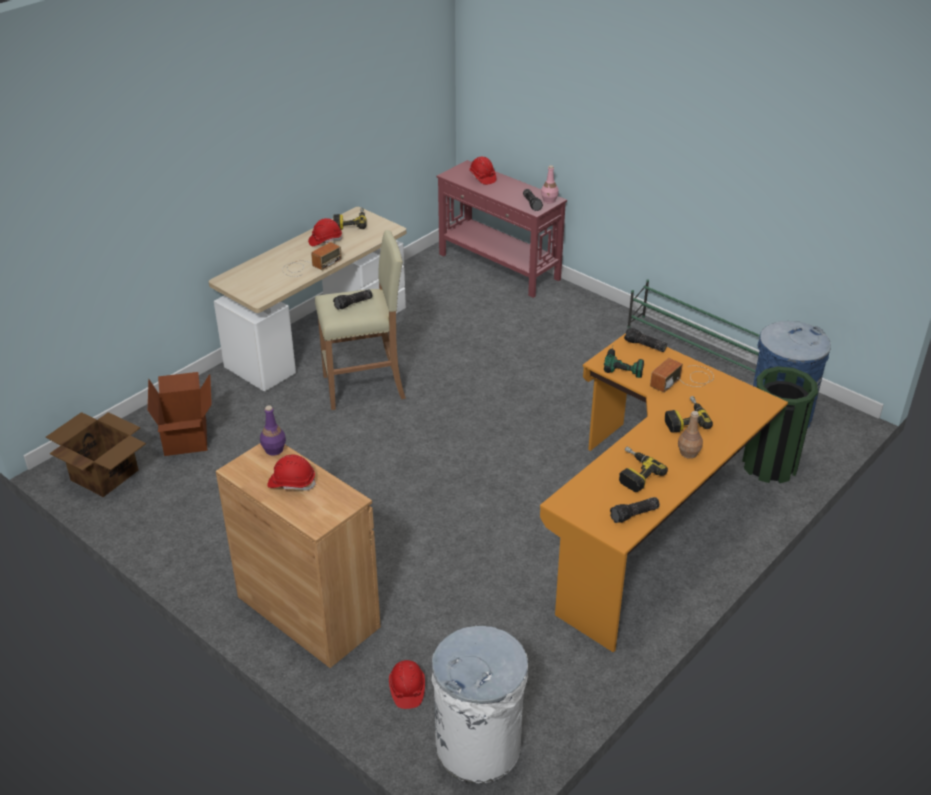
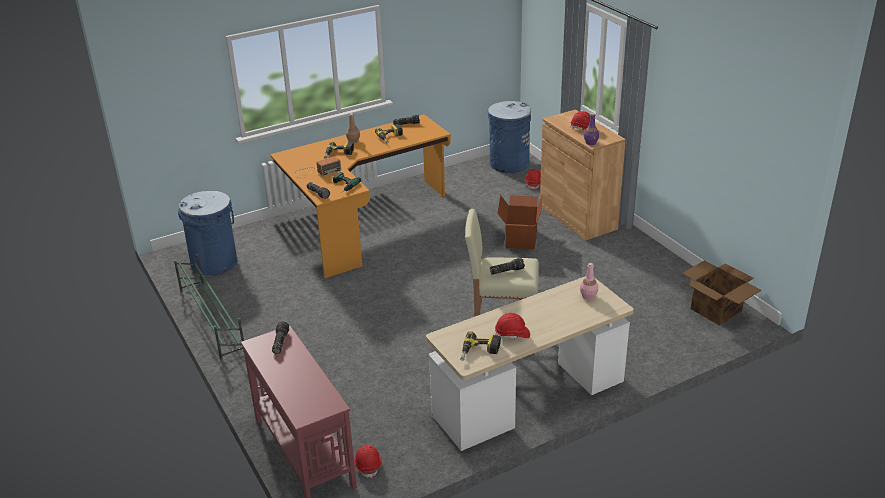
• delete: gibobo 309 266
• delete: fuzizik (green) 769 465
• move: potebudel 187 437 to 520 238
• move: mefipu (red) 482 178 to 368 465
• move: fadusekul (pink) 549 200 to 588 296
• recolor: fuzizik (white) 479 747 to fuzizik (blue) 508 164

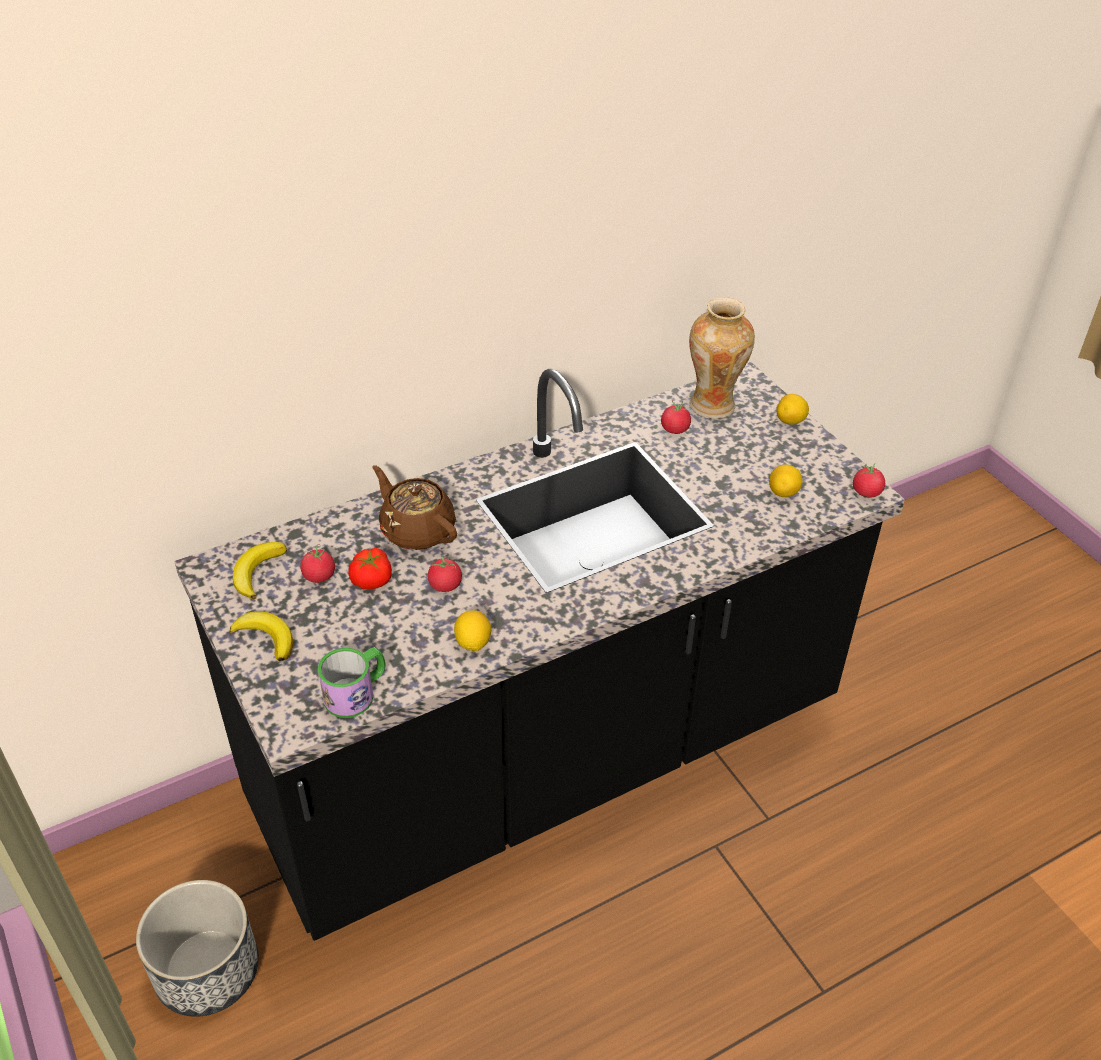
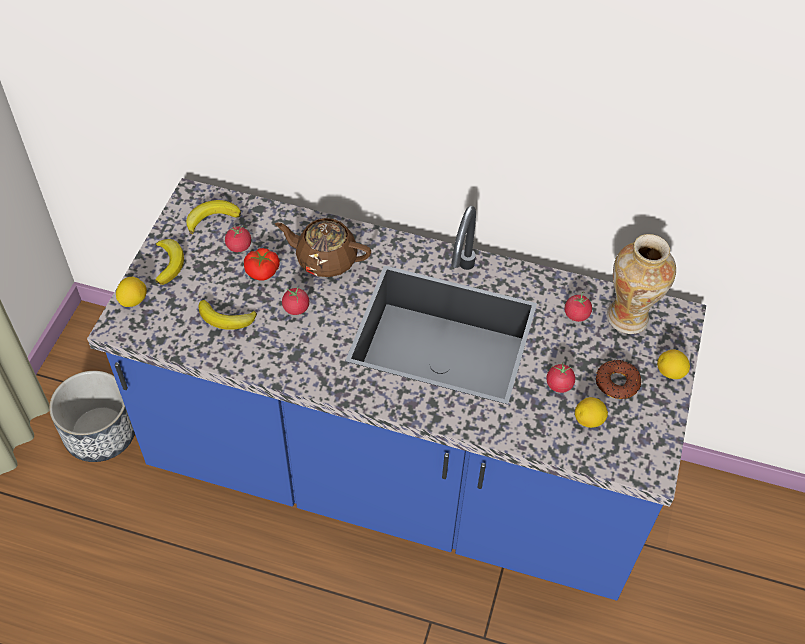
• delete: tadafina 356 693
• insert: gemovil 226 319
• insert: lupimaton 617 382
• move: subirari 473 643 to 133 300
• move: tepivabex 866 492 to 559 384
• recolor: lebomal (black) 547 756 to lebomal (blue) 397 474
• rotate: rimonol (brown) 417 530 = 325 259 75 degrees counterclockwise

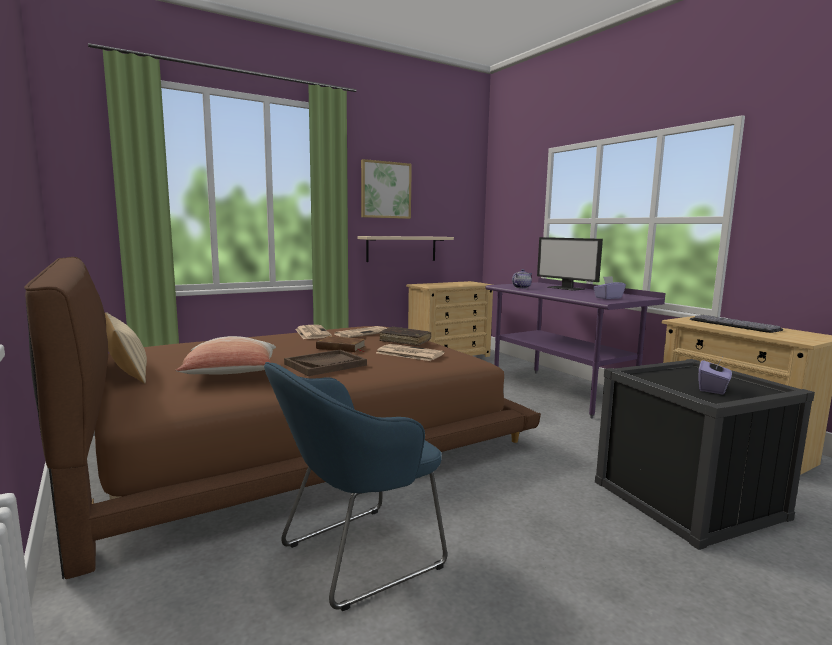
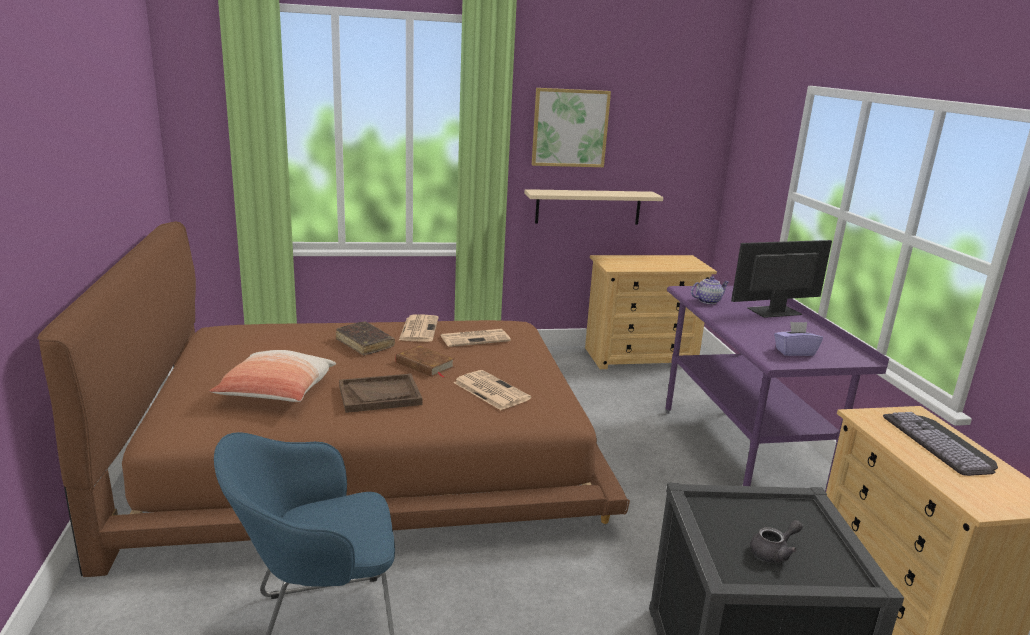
• delete: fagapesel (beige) 127 370
• move: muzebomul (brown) 405 341 to 364 344
• replace: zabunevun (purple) 713 389 to rimonol (grey) 774 552
• rotate: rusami 566 288 = 774 312 90 degrees clockwise

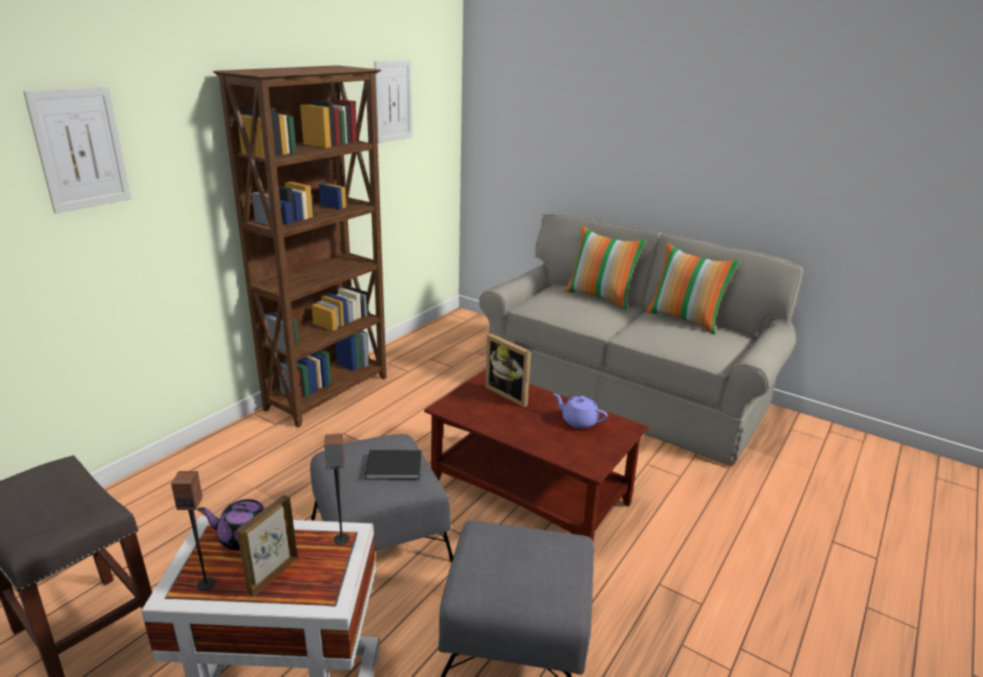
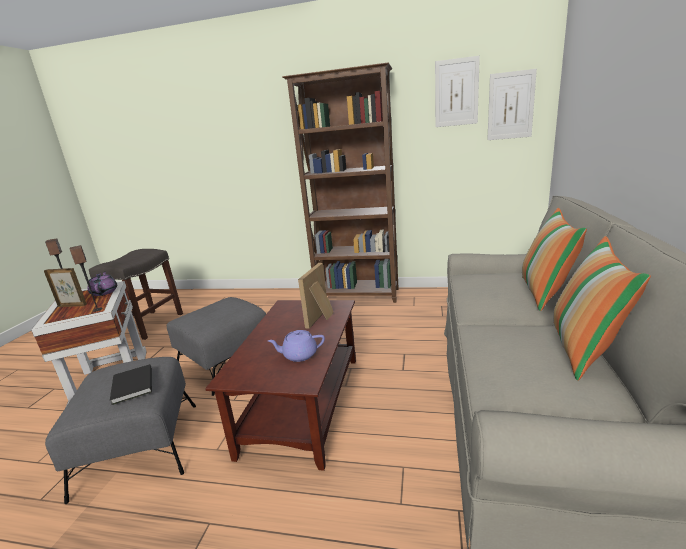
• move: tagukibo 81 149 to 510 105
• move: muzebomul (black) 395 467 to 132 386
• rotate: rimonol (purple) 578 421 = 299 355 105 degrees counterclockwise

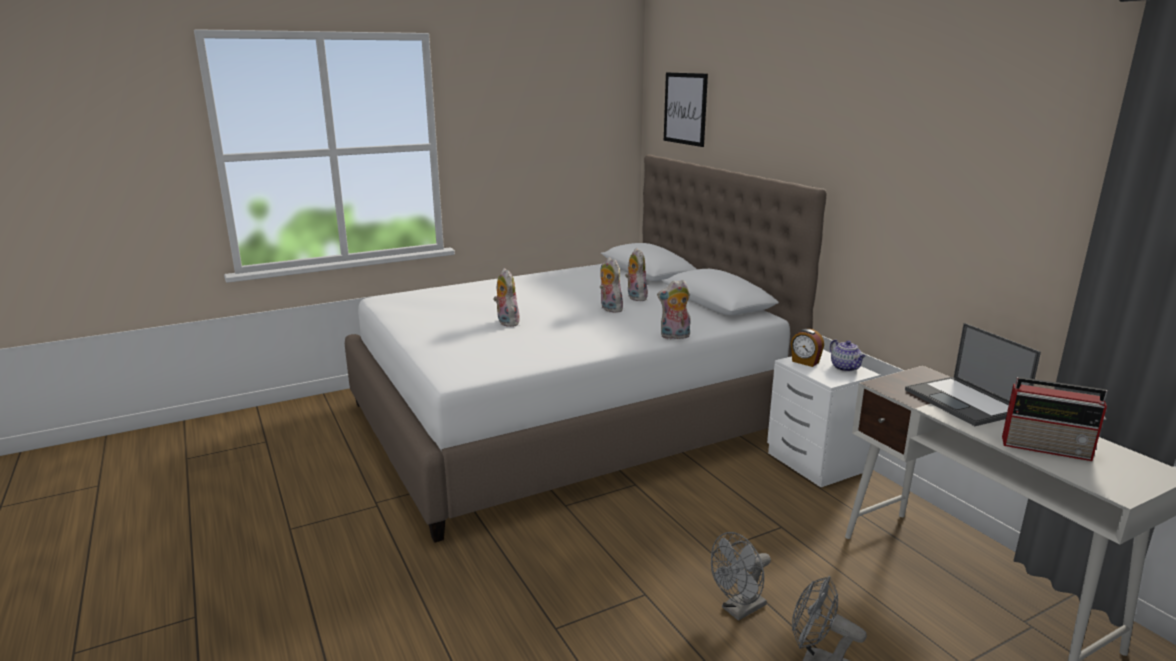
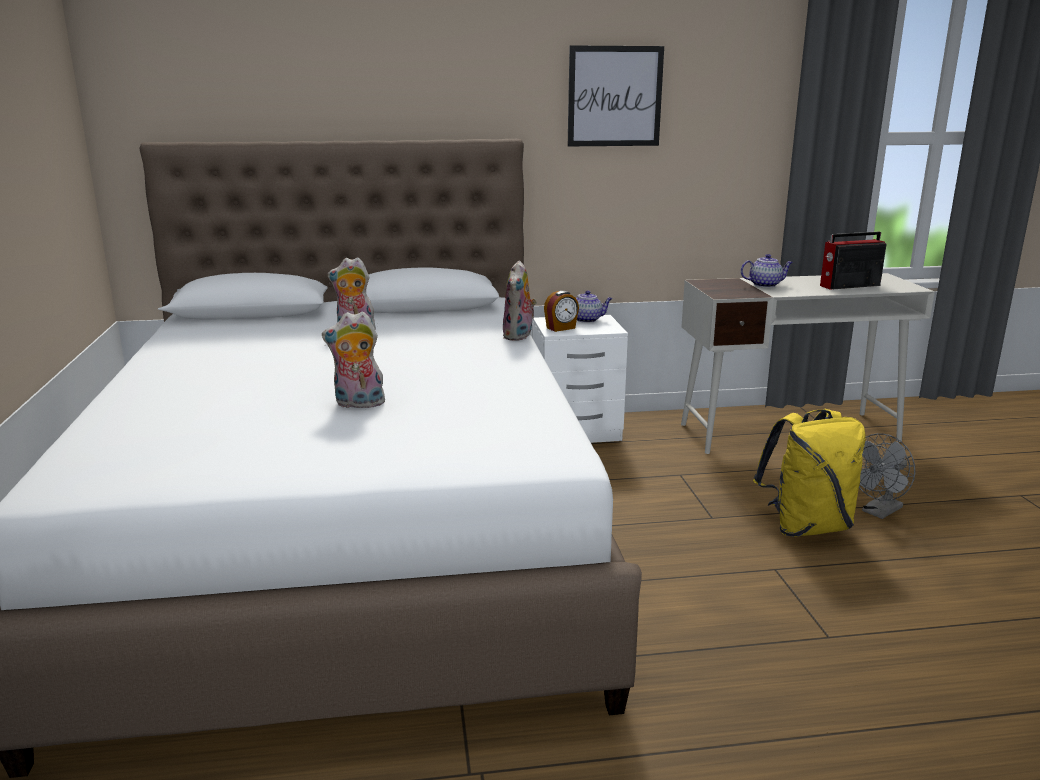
• delete: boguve 609 309
• move: tagukibo 685 108 to 614 96
• replace: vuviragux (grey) 739 610 to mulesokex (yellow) 806 526
• replace: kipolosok 965 402 to rimonol 765 285
• rotate: gibobo 1047 448 = 848 286 150 degrees counterclockwise

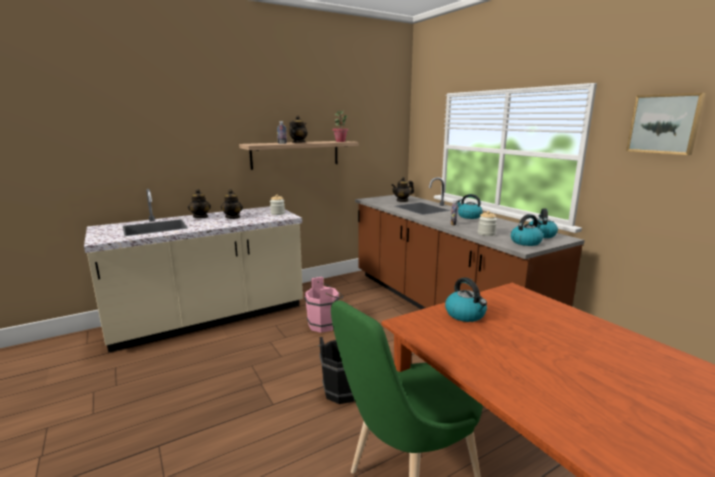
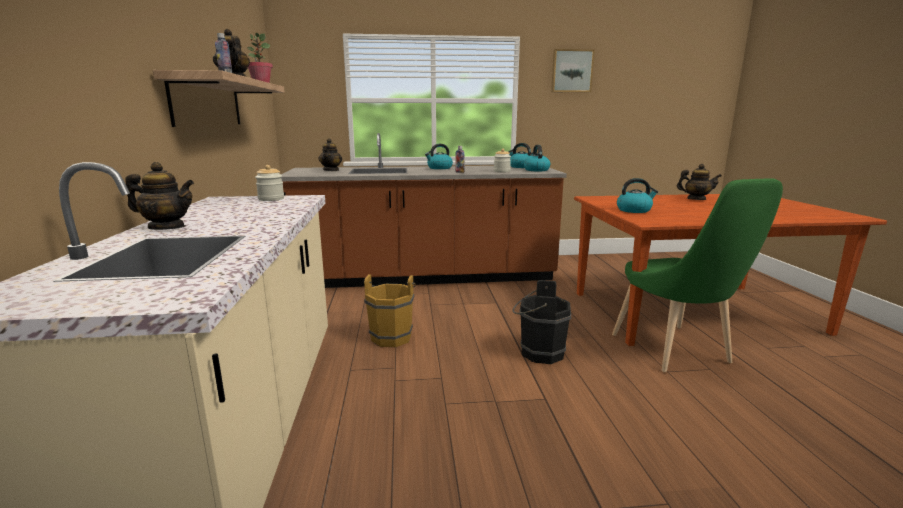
• move: rimonol 233 217 to 696 199
• recolor: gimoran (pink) 325 325 to gimoran (brown) 392 336

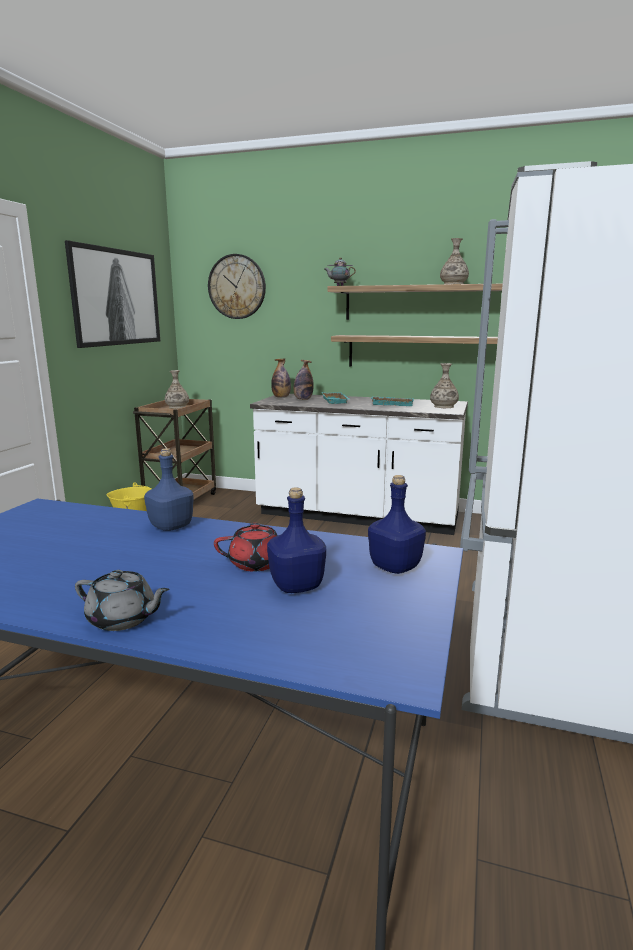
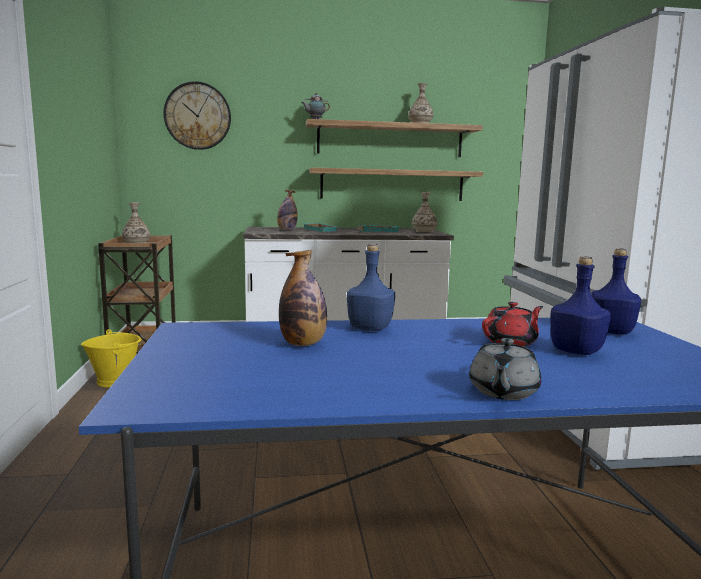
• delete: tagukibo 117 297
• move: fadusekul 281 397 to 303 344
• rotate: rimonol (grey) 123 619 = 502 392 120 degrees clockwise

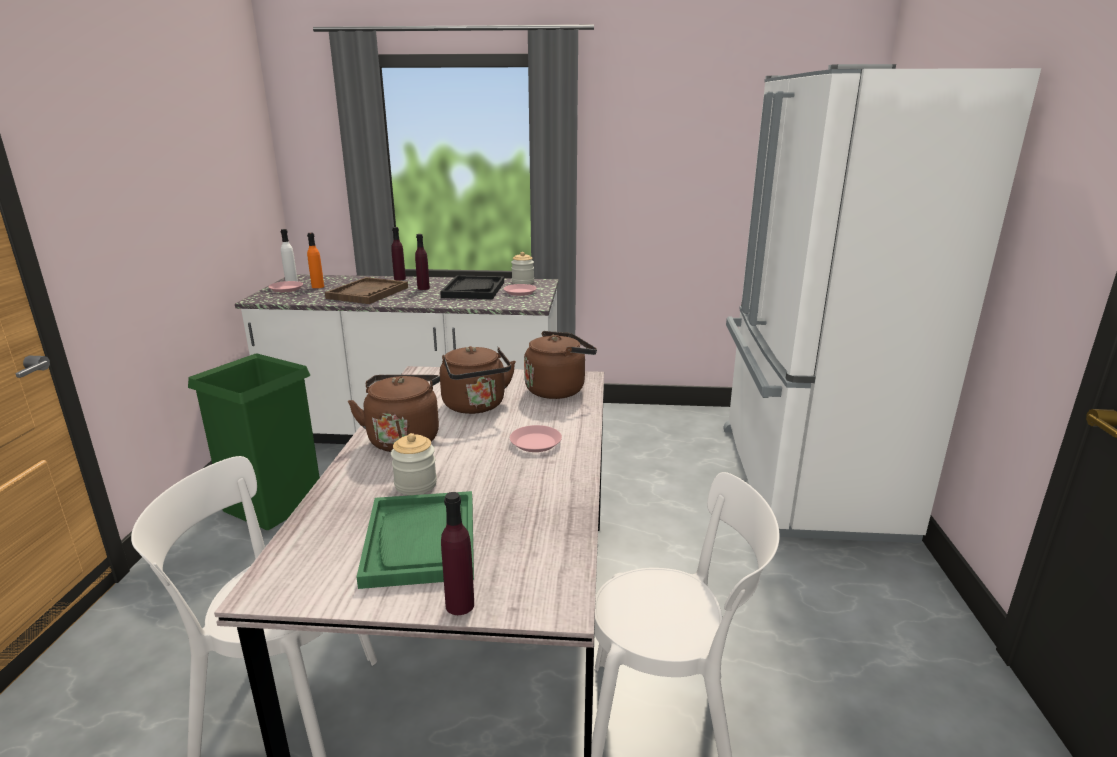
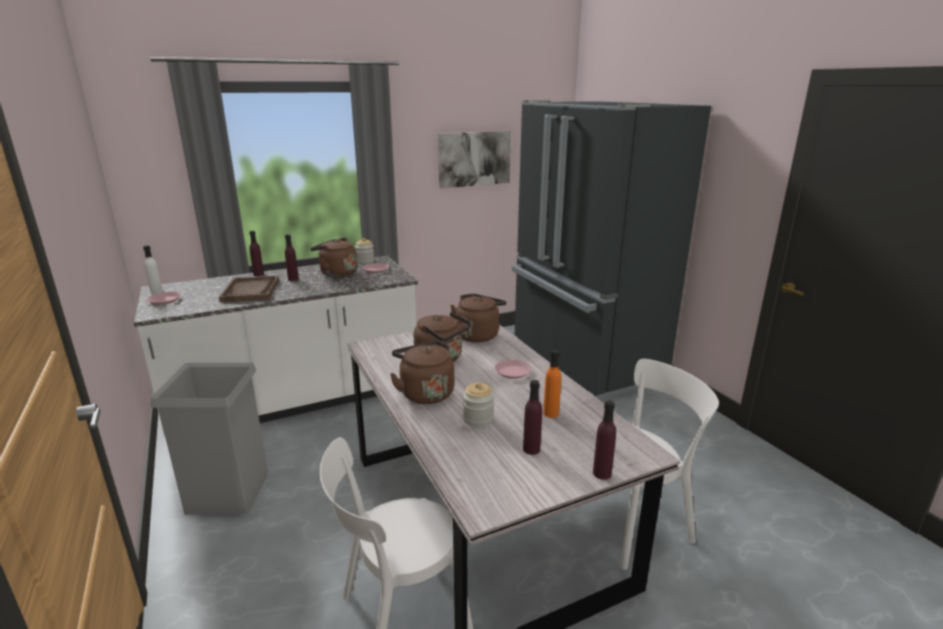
• insert: tagukibo 474 158
• move: fadusekul (orange) 318 286 to 551 413
• replace: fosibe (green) 421 541 to fadusekul (purple) 531 449
• replace: fosibe (black) 473 289 to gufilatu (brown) 336 273
• recolor: fuzizik (green) 274 503 to fuzizik (grey) 228 492
• recolor: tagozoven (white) 803 479 to tagozoven (black) 582 362

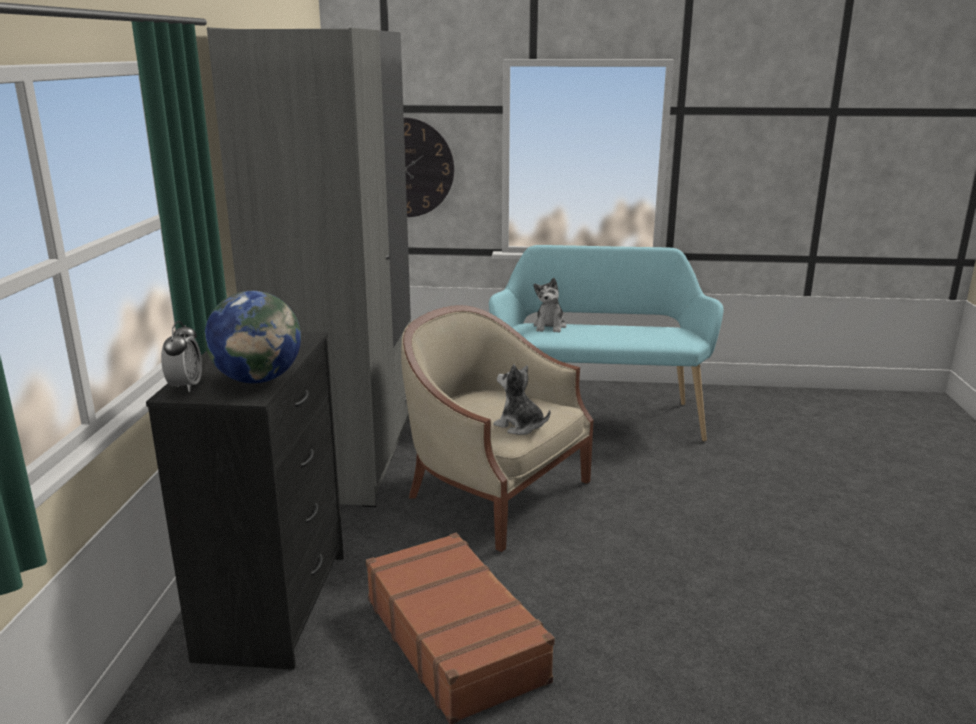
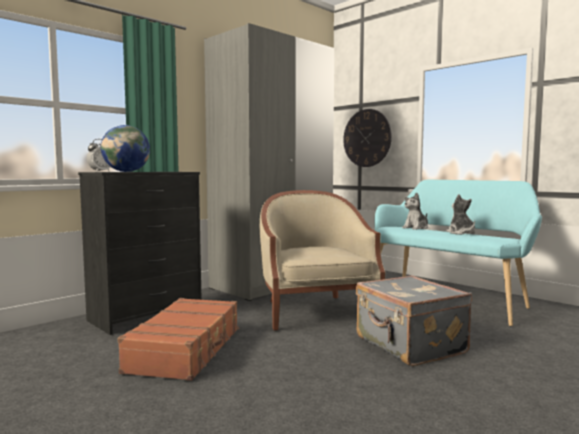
• insert: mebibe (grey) 409 346
• move: boguve 520 426 to 461 233

